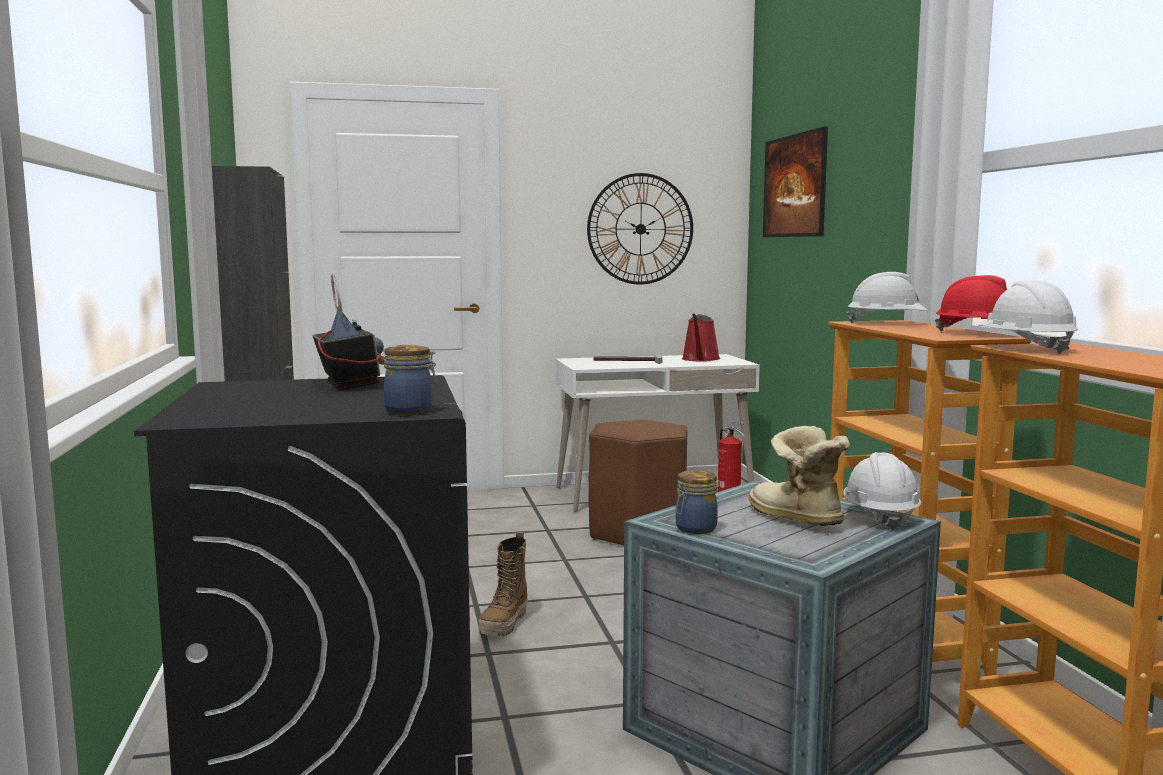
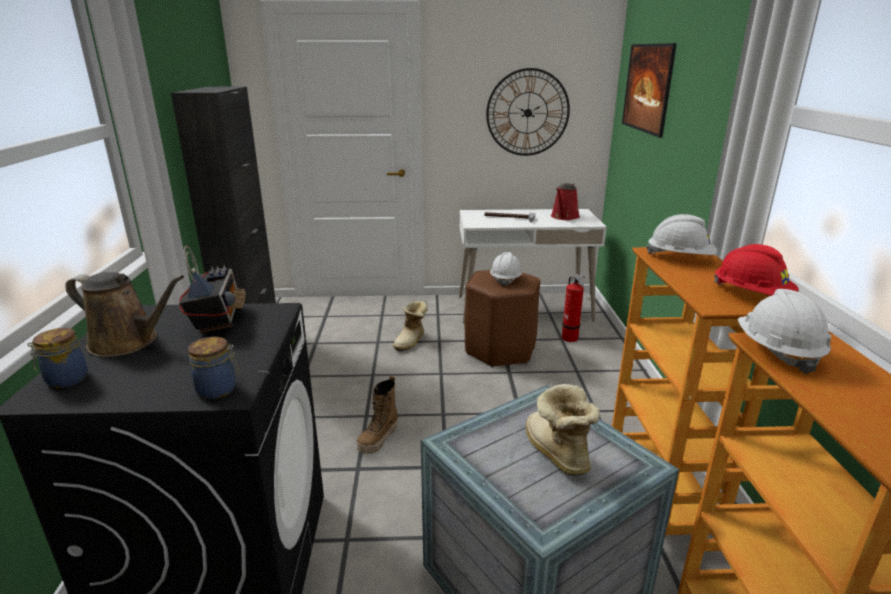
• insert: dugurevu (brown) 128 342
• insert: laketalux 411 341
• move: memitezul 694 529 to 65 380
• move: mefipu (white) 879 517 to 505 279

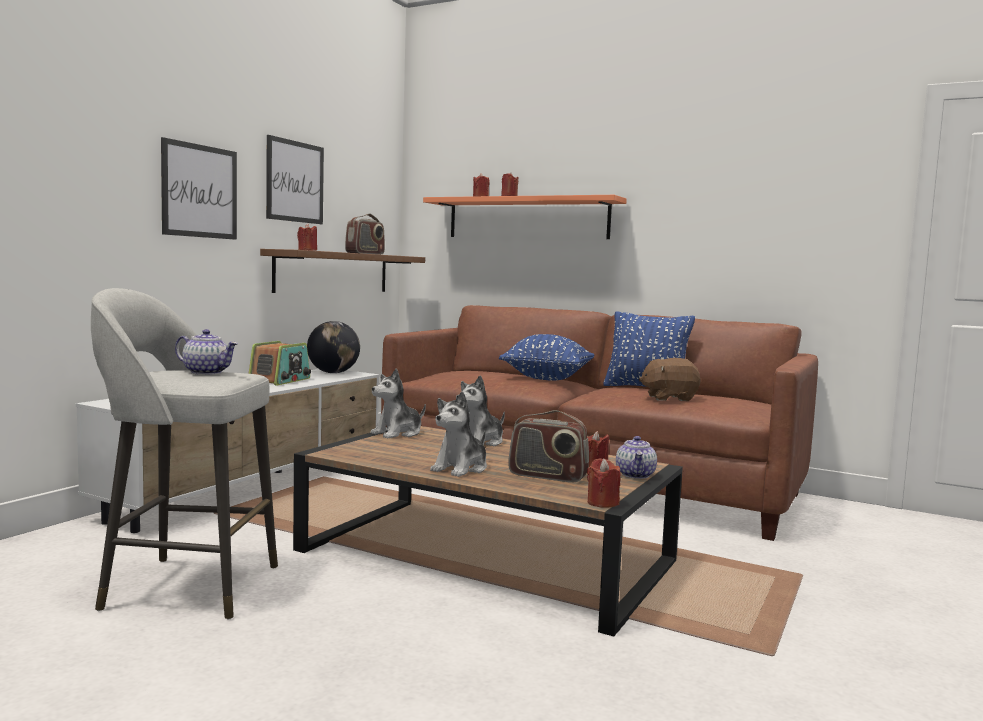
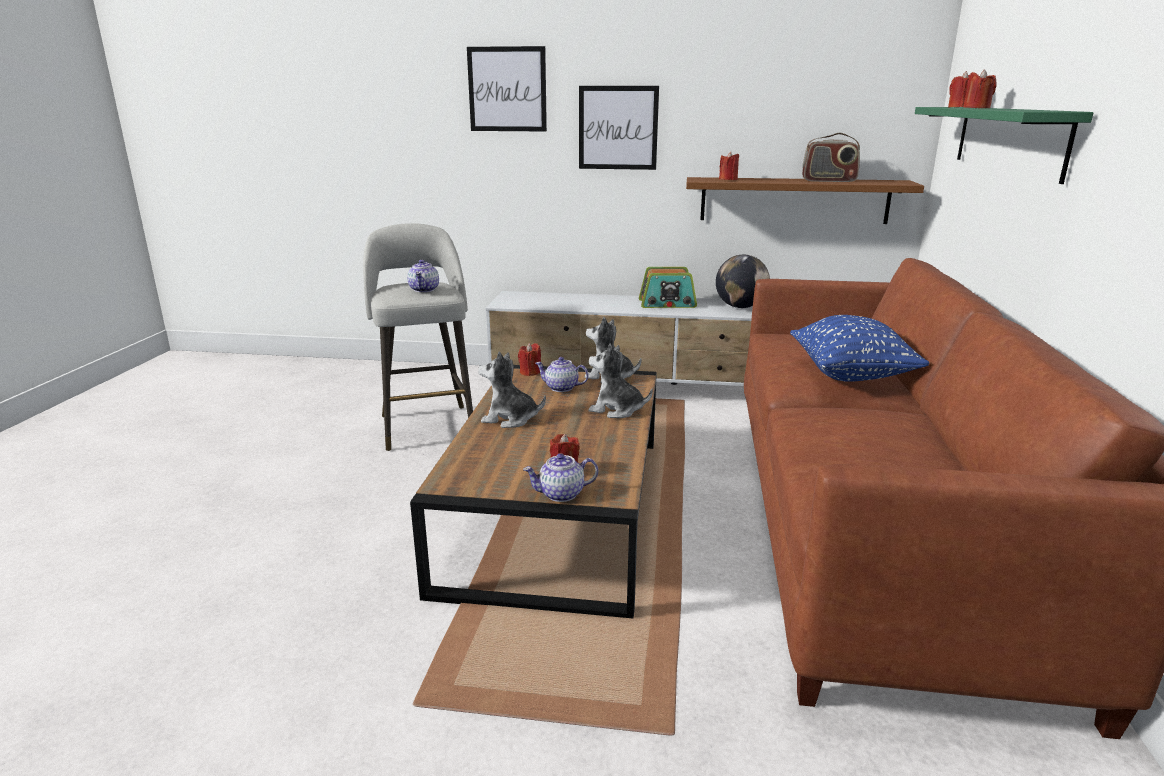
• delete: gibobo 547 476
• delete: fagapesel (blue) 646 388
• delete: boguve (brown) 669 398
• insert: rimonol 561 388
• move: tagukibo 295 181 to 507 89
• move: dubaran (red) 602 503 to 530 372
• recolor: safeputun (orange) 527 218 to safeputun (green) 1008 139

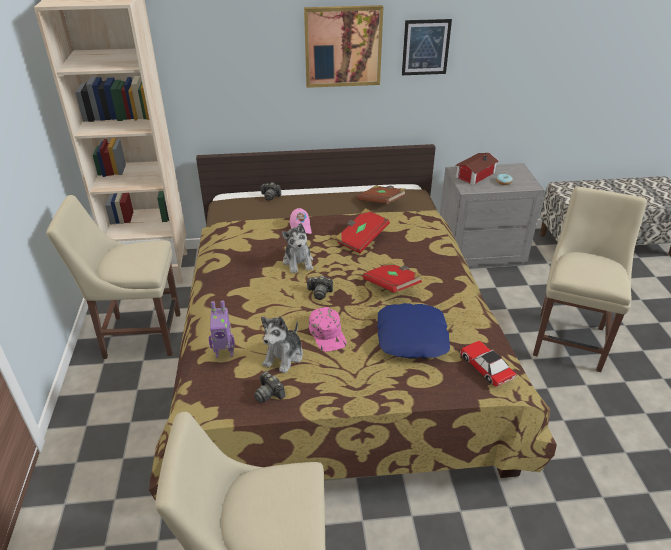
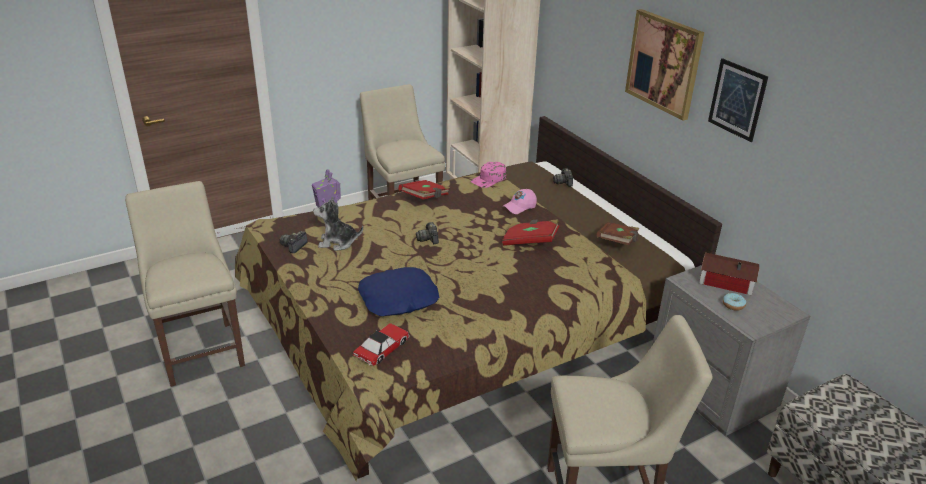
• delete: boguve 298 262
• move: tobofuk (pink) 328 334 to 489 179
• move: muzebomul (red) 392 286 to 425 198

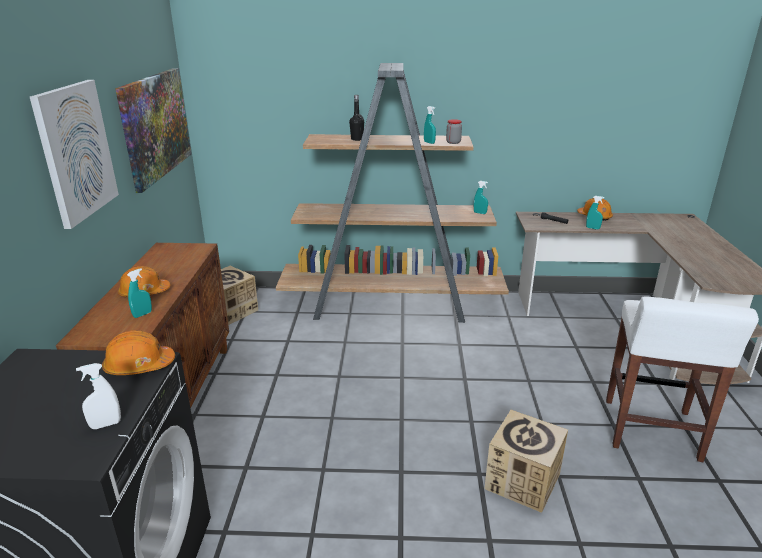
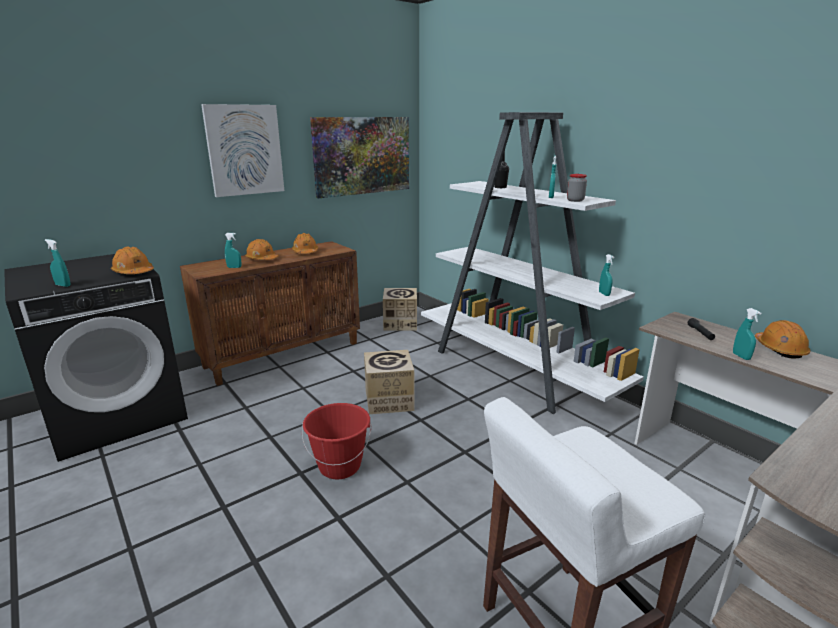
• insert: mefipu (orange) 305 252
• insert: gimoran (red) 340 466
• move: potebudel 522 481 to 389 400
• recolor: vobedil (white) 106 424 to vobedil (turquoise) 63 285
• recolor: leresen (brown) 392 305 to leresen (white) 515 370

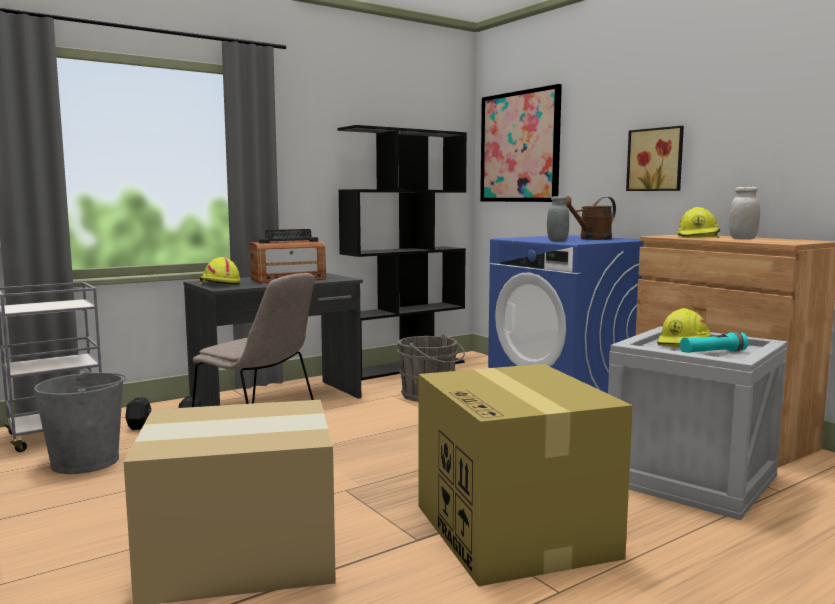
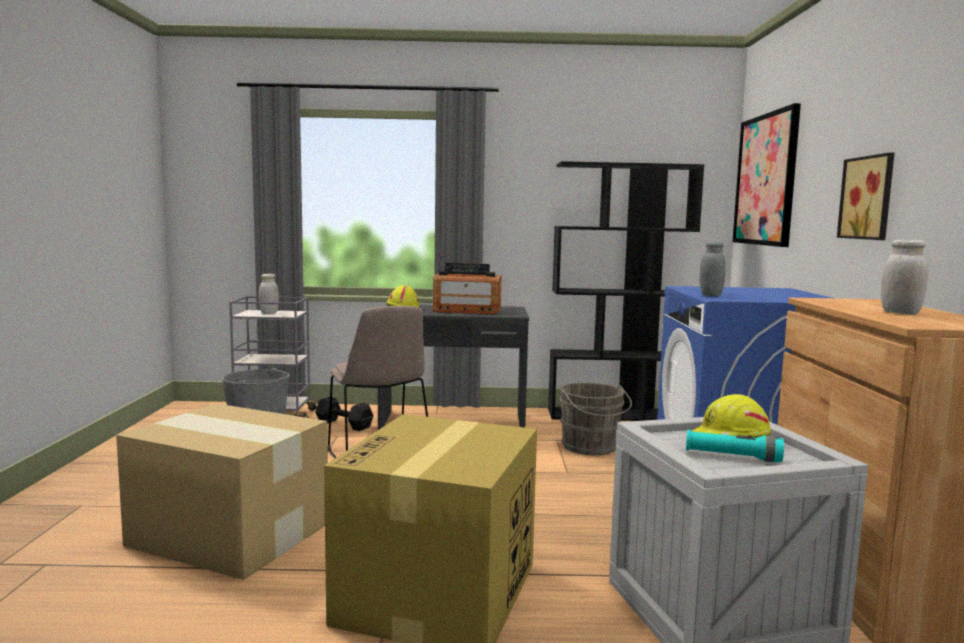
• delete: dugurevu (brown) 591 239
• delete: mefipu (yellow) 699 237
• insert: memitezul (white) 269 313

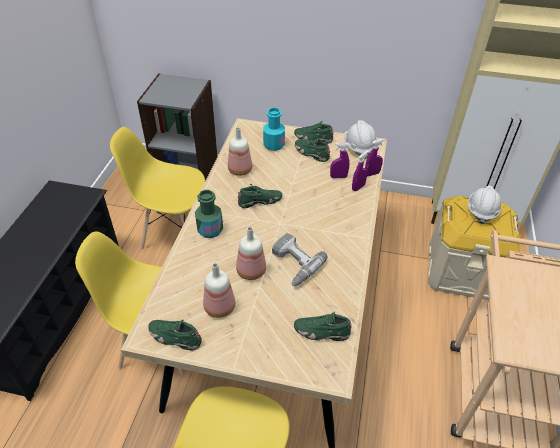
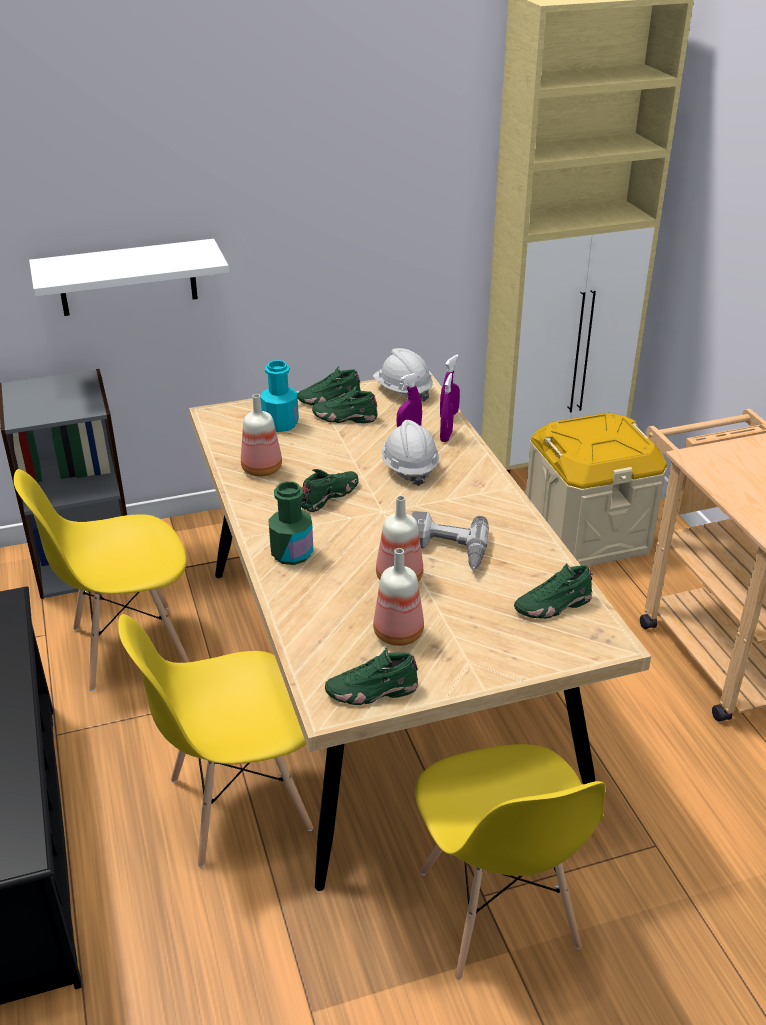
• insert: safeputun (white) 127 278
• move: mefipu (white) 481 211 to 409 468

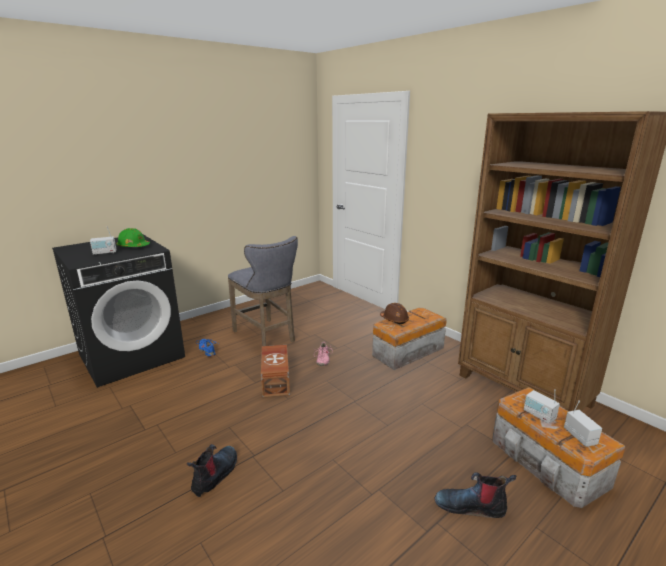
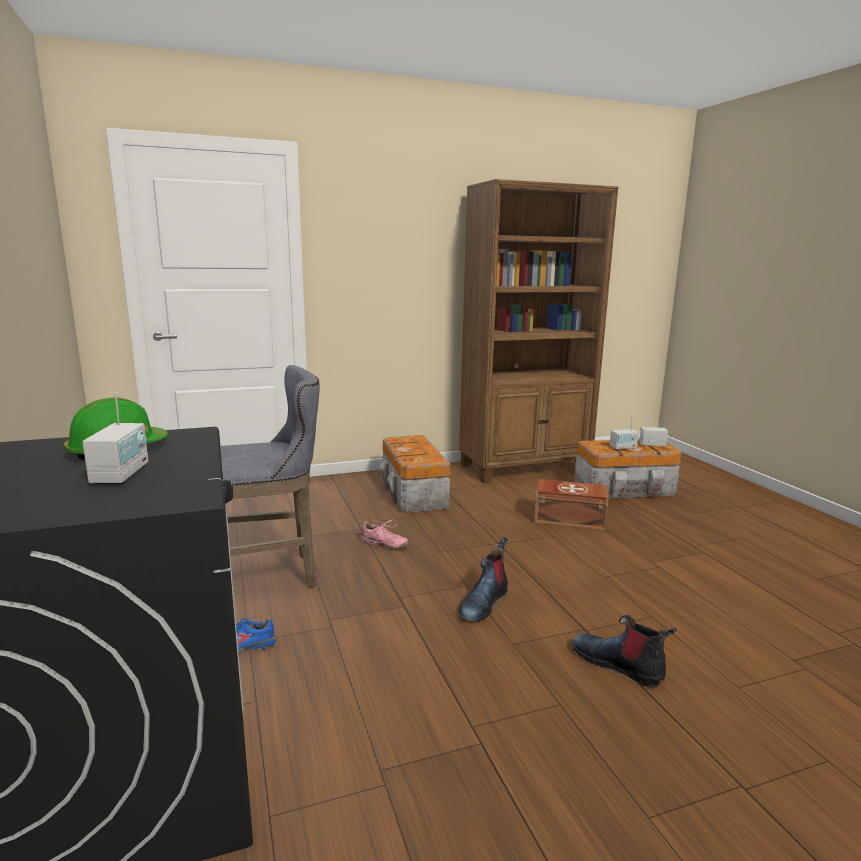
• delete: mefipu (brown) 394 319
• move: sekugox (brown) 276 380 to 568 519
• move: laketalux 471 506 to 483 603

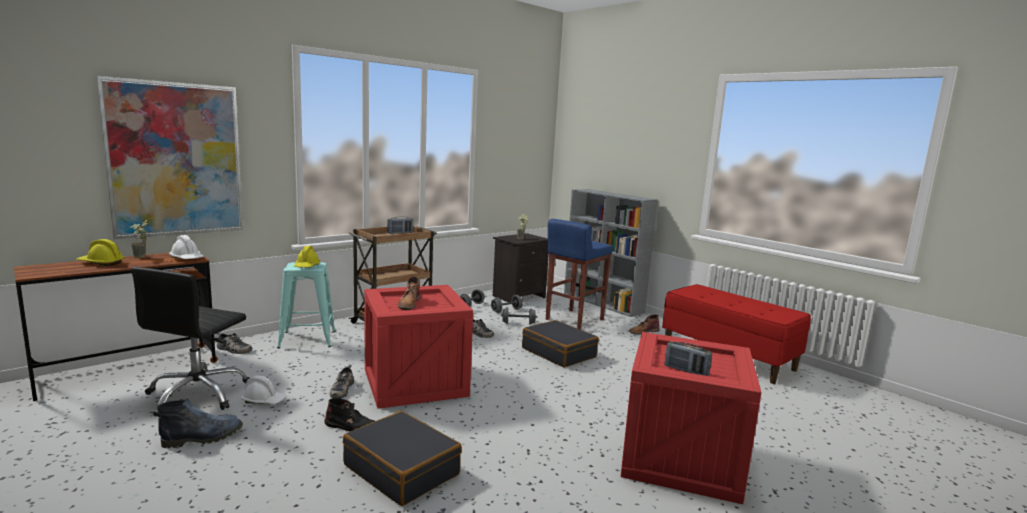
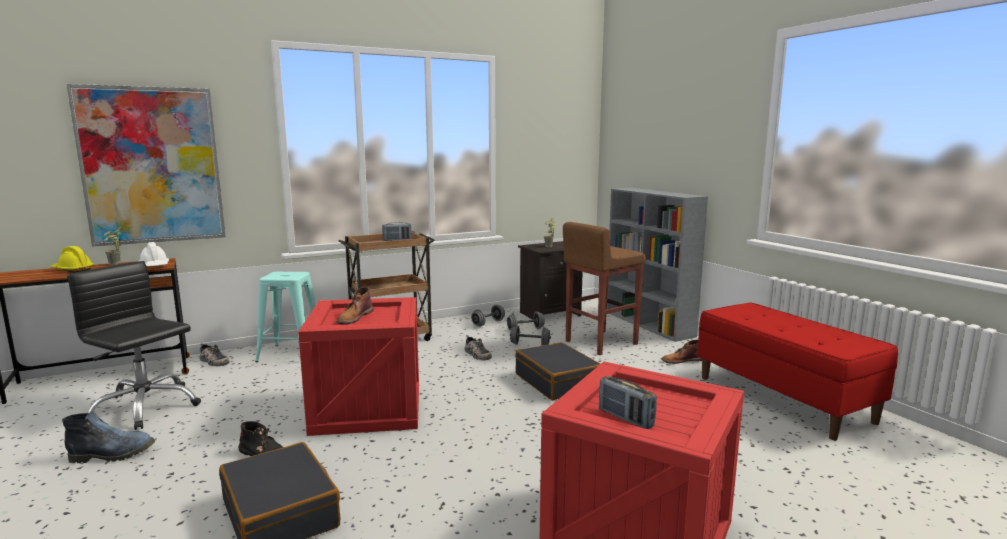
• delete: mefipu (white) 264 400
• delete: mefipu (yellow) 307 266
• delete: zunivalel 341 389
• recolor: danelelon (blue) 573 319 to danelelon (brown) 600 342
• rotate: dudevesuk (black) 198 395 = 145 407 90 degrees clockwise

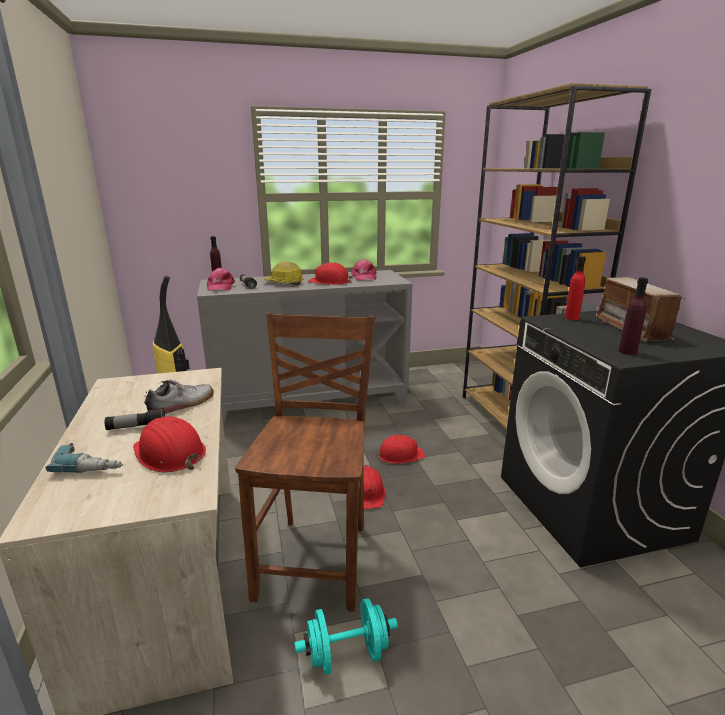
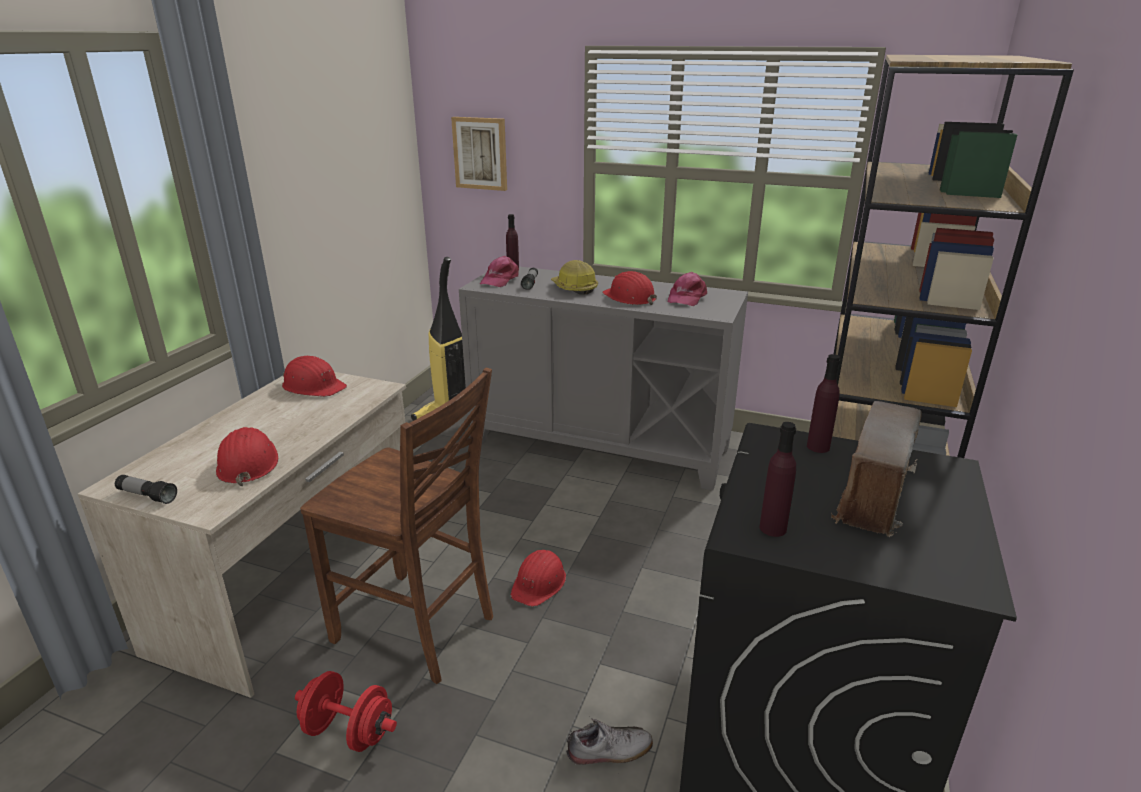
• delete: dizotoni 92 464
• insert: tagukibo 480 153
• move: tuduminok 137 427 to 147 496
• move: zunivalel 182 404 to 610 751
• move: mefipu (red) 400 455 to 313 386
• recolor: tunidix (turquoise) 347 654 to tunidix (red) 348 731
• recolor: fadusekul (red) 571 318 to fadusekul (purple) 818 447
• rotate: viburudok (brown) 317 559 = 417 629 75 degrees clockwise

